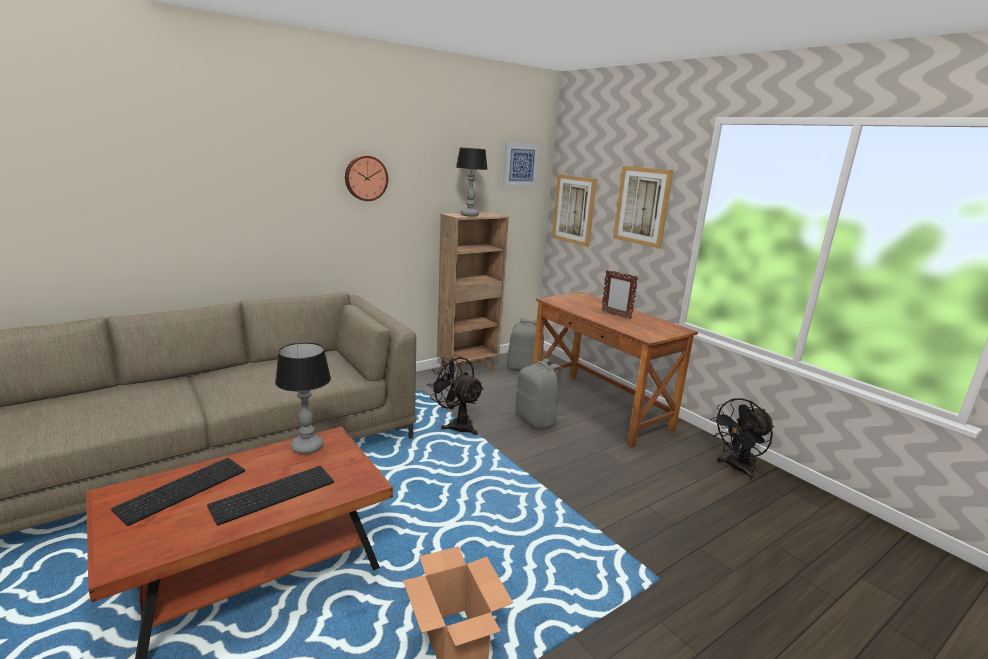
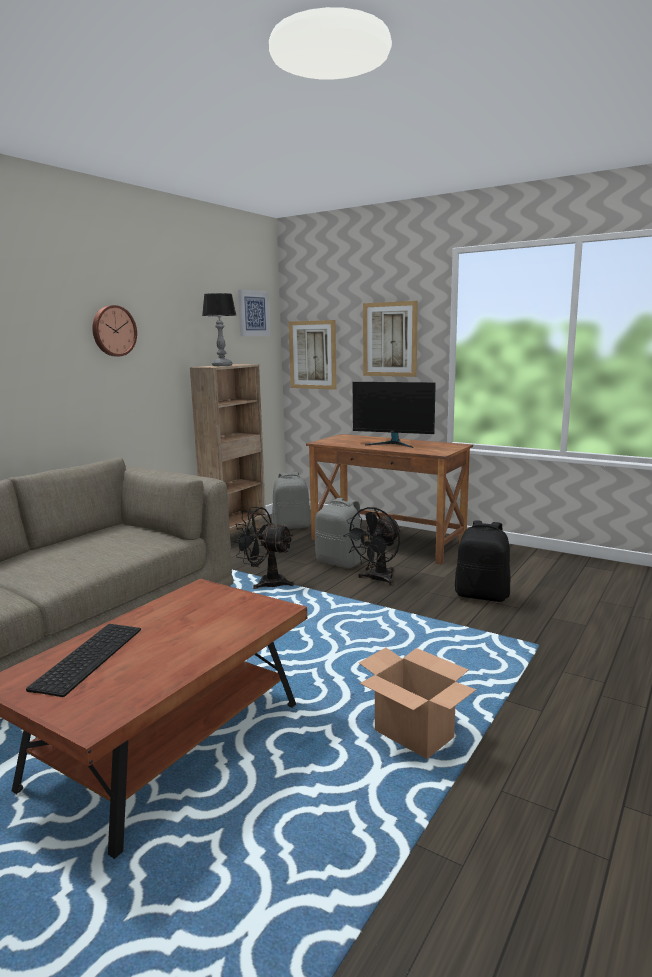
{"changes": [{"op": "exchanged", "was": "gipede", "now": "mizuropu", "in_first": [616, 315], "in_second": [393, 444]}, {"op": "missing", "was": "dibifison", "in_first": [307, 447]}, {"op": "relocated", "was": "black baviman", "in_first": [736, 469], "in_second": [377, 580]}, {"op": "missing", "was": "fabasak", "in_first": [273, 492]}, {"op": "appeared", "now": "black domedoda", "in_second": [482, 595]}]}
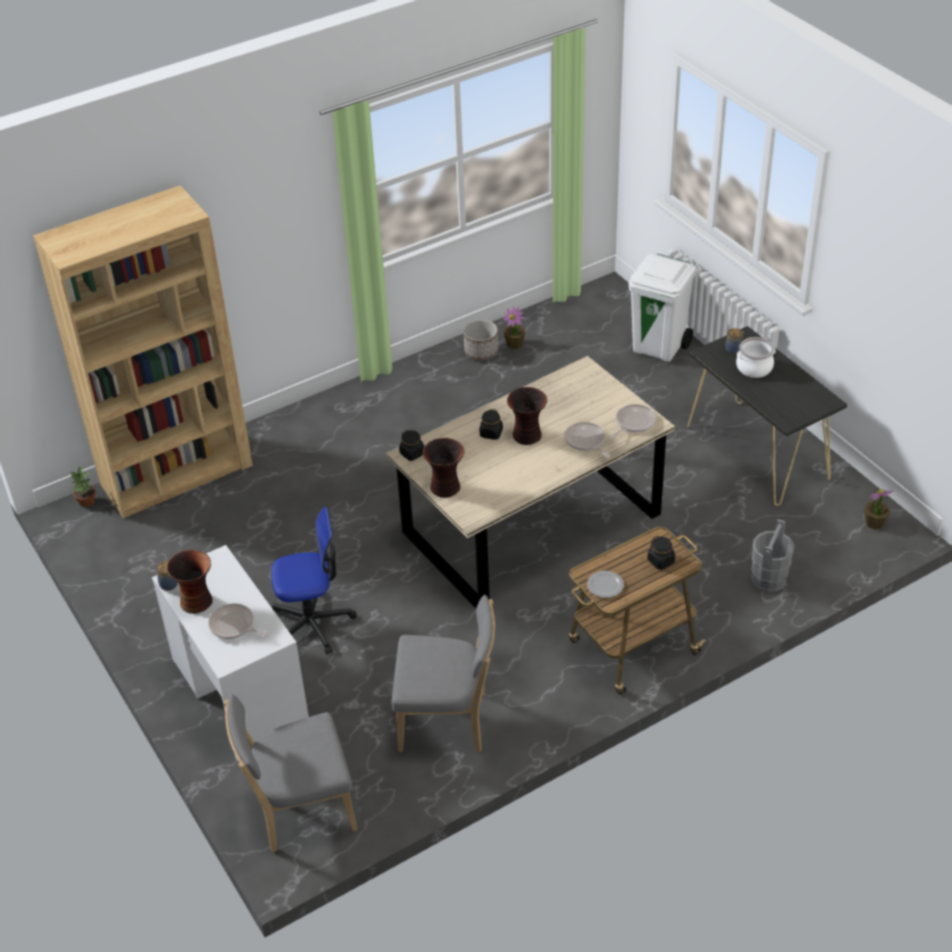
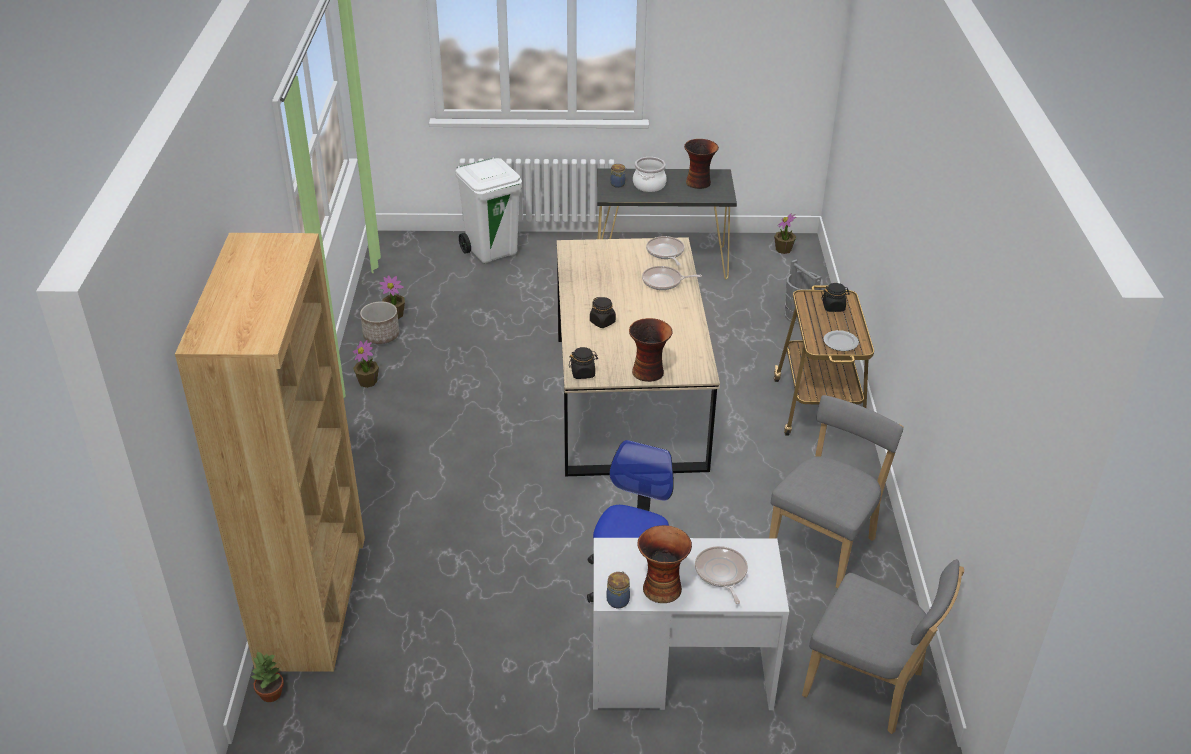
{"changes": [{"op": "relocated", "was": "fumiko", "in_first": [527, 436], "in_second": [699, 183]}, {"op": "spun", "was": "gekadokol", "in_first": [234, 626], "in_second": [721, 573], "clockwise": 105}, {"op": "spun", "was": "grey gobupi", "in_first": [300, 810], "in_second": [868, 687], "clockwise": -75}, {"op": "appeared", "now": "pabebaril", "in_second": [368, 382]}]}
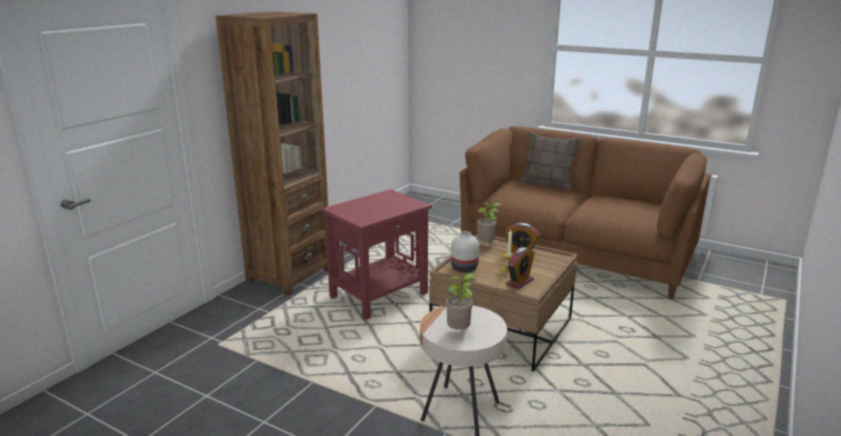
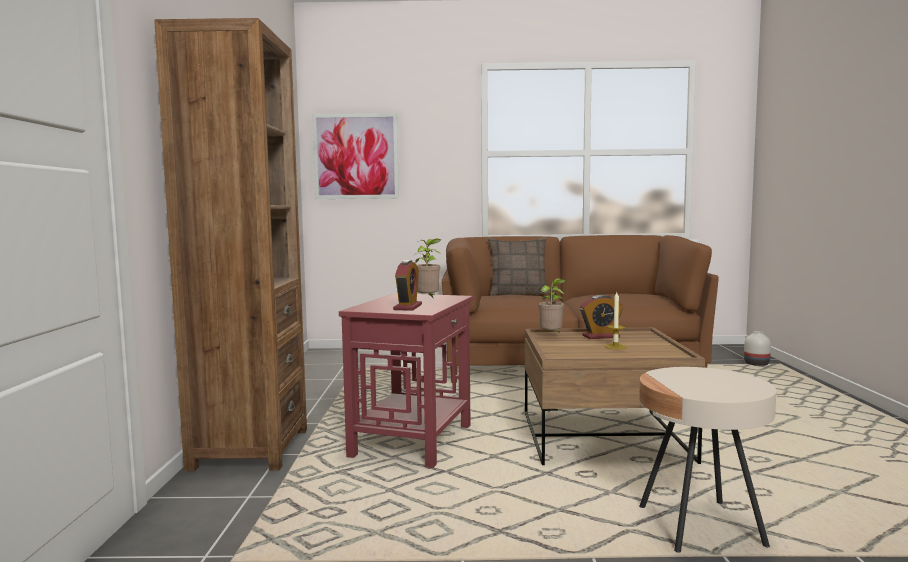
{"changes": [{"op": "relocated", "was": "white fumiko", "in_first": [464, 268], "in_second": [757, 364]}, {"op": "relocated", "was": "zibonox", "in_first": [519, 282], "in_second": [408, 307]}, {"op": "relocated", "was": "pabebaril", "in_first": [460, 331], "in_second": [428, 300]}, {"op": "appeared", "now": "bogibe", "in_second": [356, 156]}]}
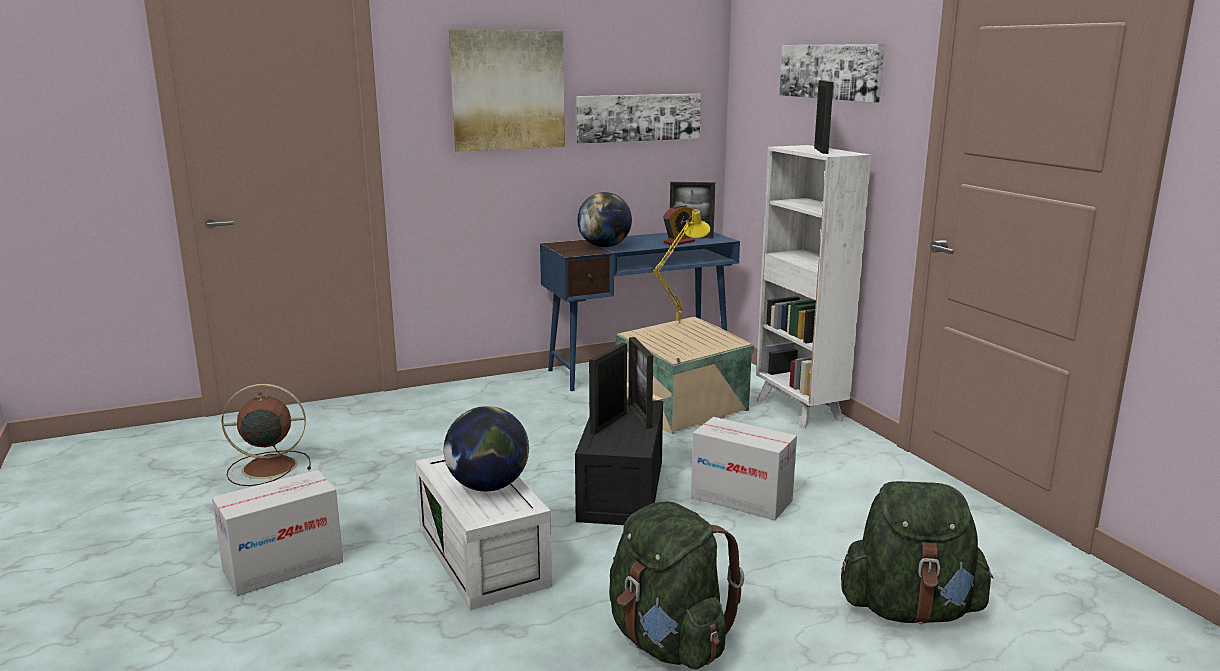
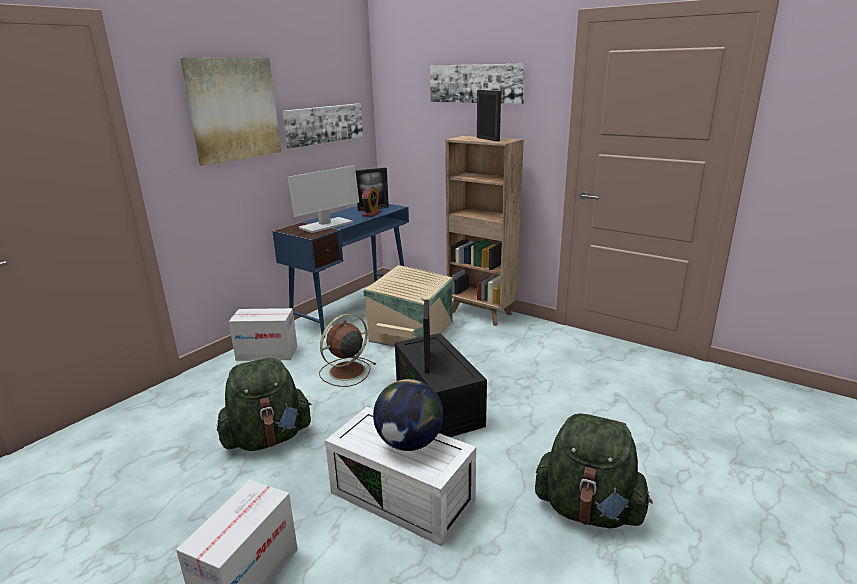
{"changes": [{"op": "colour", "was": "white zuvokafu", "now": "brown zuvokafu", "in_first": [799, 411], "in_second": [481, 314]}, {"op": "exchanged", "was": "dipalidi", "now": "mizuropu", "in_first": [604, 246], "in_second": [326, 225]}, {"op": "missing", "was": "yellow dibifison", "in_first": [677, 322]}, {"op": "missing", "was": "gipede", "in_first": [639, 417]}, {"op": "relocated", "was": "brown baviman", "in_first": [267, 467], "in_second": [345, 371]}, {"op": "relocated", "was": "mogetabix", "in_first": [741, 499], "in_second": [267, 353]}, {"op": "relocated", "was": "green domedoda", "in_first": [910, 610], "in_second": [268, 438]}]}
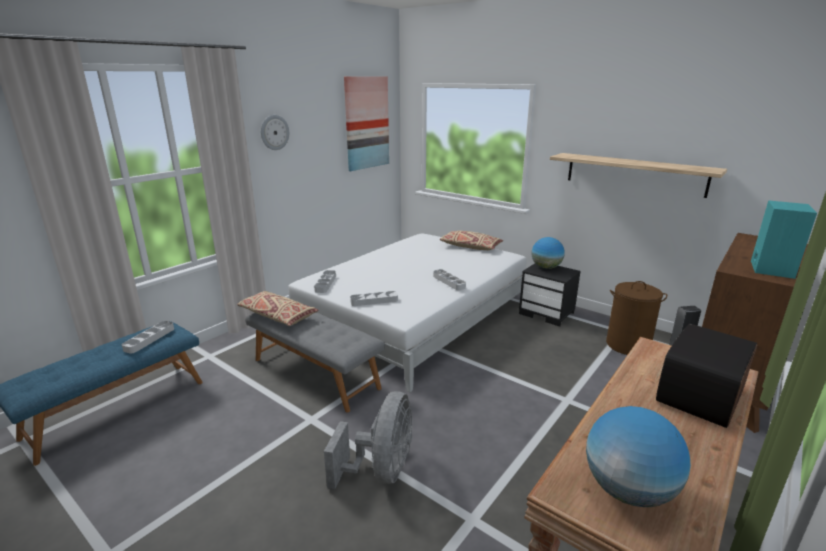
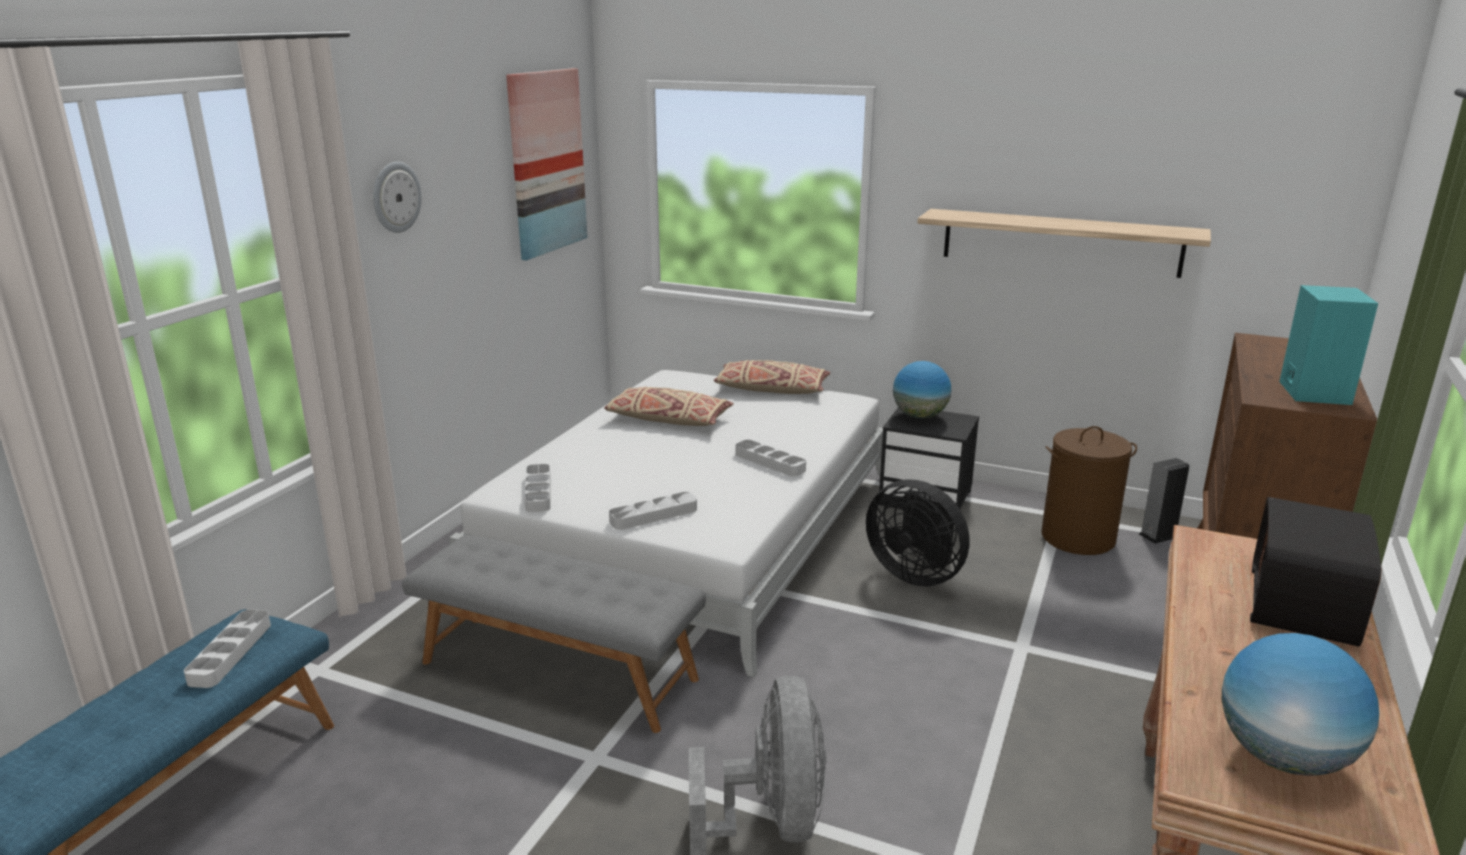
{"changes": [{"op": "relocated", "was": "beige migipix", "in_first": [277, 316], "in_second": [668, 419]}, {"op": "appeared", "now": "black baviman", "in_second": [916, 573]}]}
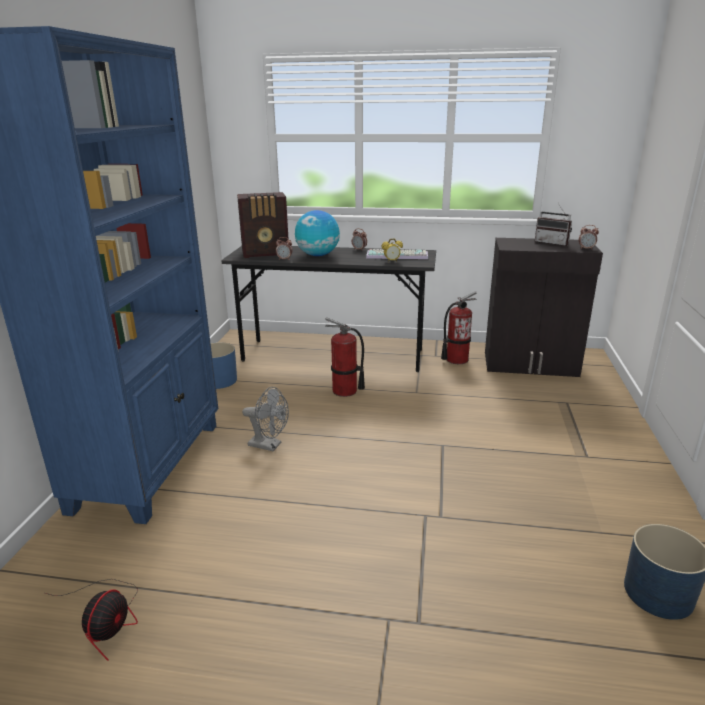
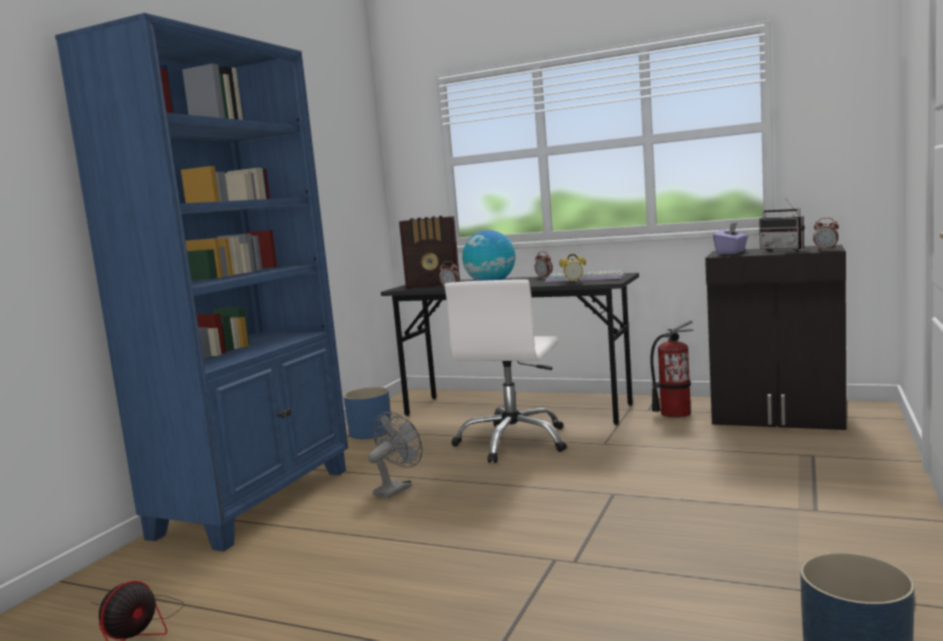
{"changes": [{"op": "exchanged", "was": "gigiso", "now": "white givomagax", "in_first": [345, 391], "in_second": [513, 442]}, {"op": "spun", "was": "grey baviman", "in_first": [269, 445], "in_second": [396, 489], "clockwise": -90}, {"op": "appeared", "now": "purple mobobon", "in_second": [731, 252]}]}
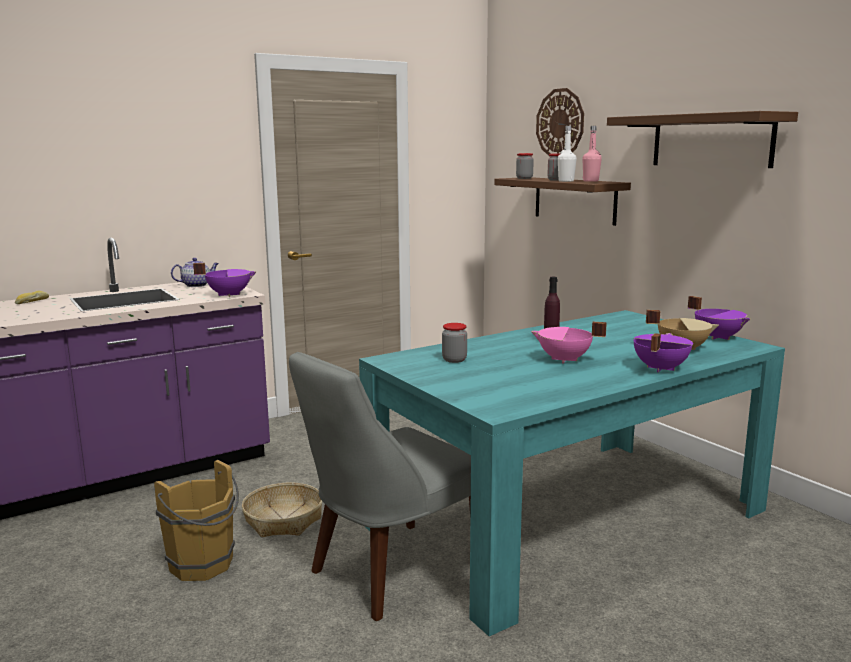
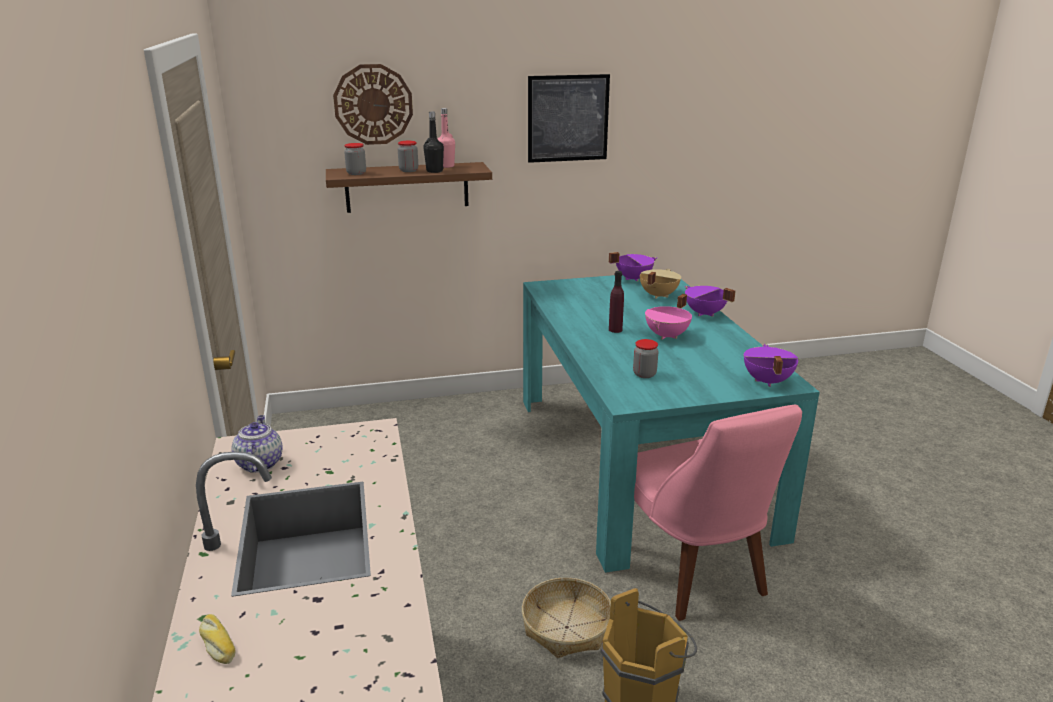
{"changes": [{"op": "exchanged", "was": "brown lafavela", "now": "bogibe", "in_first": [711, 141], "in_second": [568, 118]}, {"op": "colour", "was": "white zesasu", "now": "black zesasu", "in_first": [566, 181], "in_second": [434, 171]}, {"op": "relocated", "was": "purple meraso", "in_first": [229, 295], "in_second": [766, 381]}, {"op": "colour", "was": "grey gobupi", "now": "pink gobupi", "in_first": [389, 572], "in_second": [693, 573]}]}
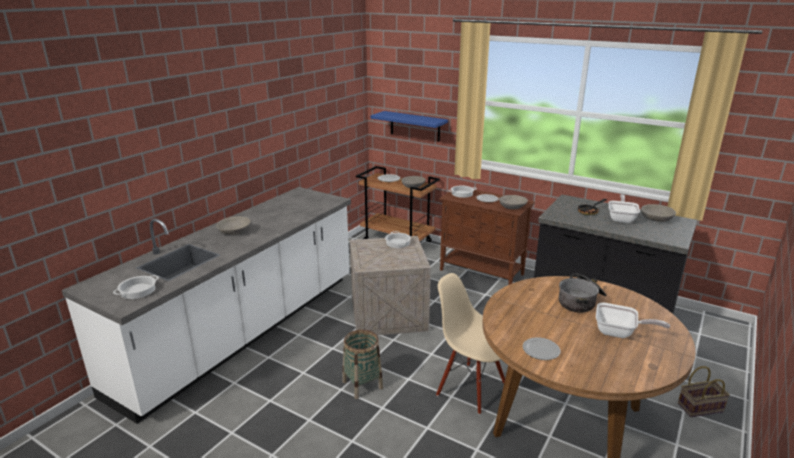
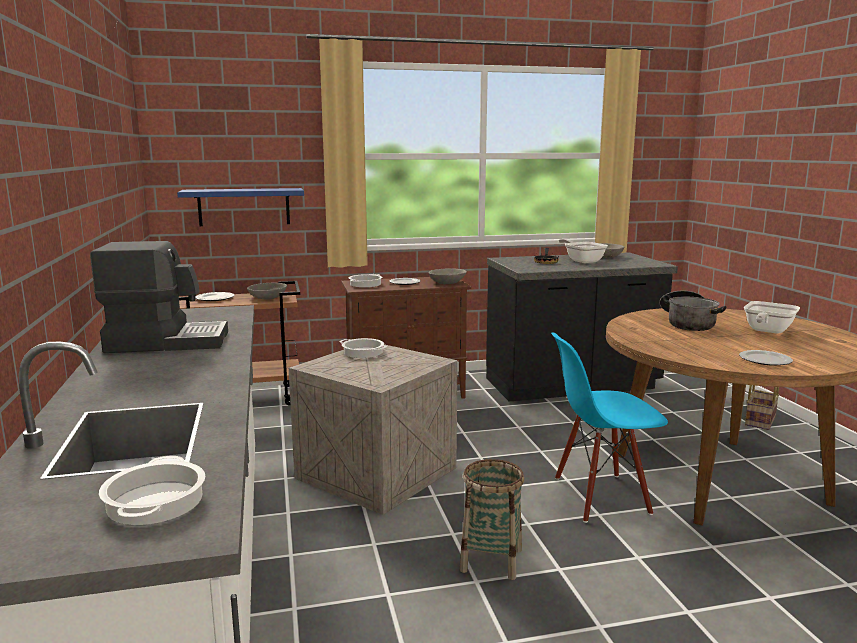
{"changes": [{"op": "missing", "was": "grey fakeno", "in_first": [234, 231]}, {"op": "colour", "was": "beige gobupi", "now": "blue gobupi", "in_first": [471, 388], "in_second": [600, 496]}, {"op": "spun", "was": "gekadokol", "in_first": [619, 333], "in_second": [766, 331], "clockwise": 150}, {"op": "appeared", "now": "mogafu", "in_second": [167, 341]}]}
